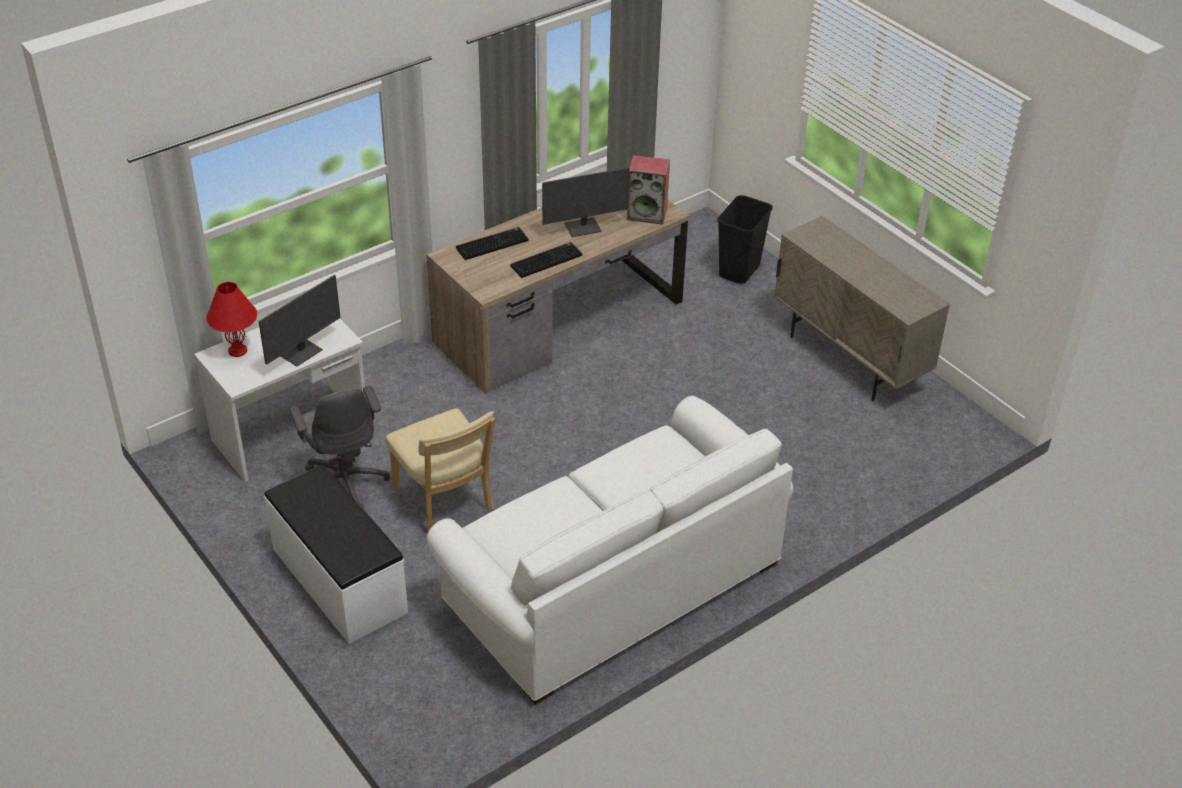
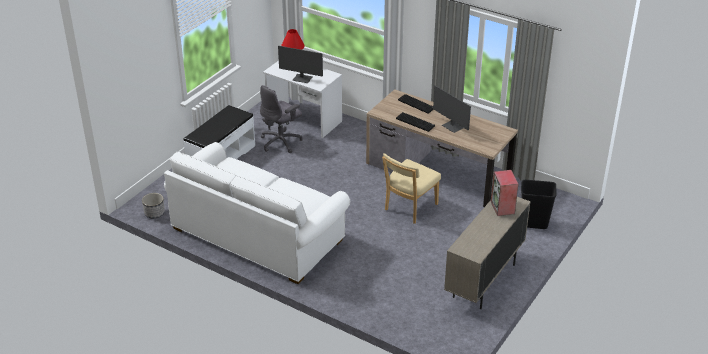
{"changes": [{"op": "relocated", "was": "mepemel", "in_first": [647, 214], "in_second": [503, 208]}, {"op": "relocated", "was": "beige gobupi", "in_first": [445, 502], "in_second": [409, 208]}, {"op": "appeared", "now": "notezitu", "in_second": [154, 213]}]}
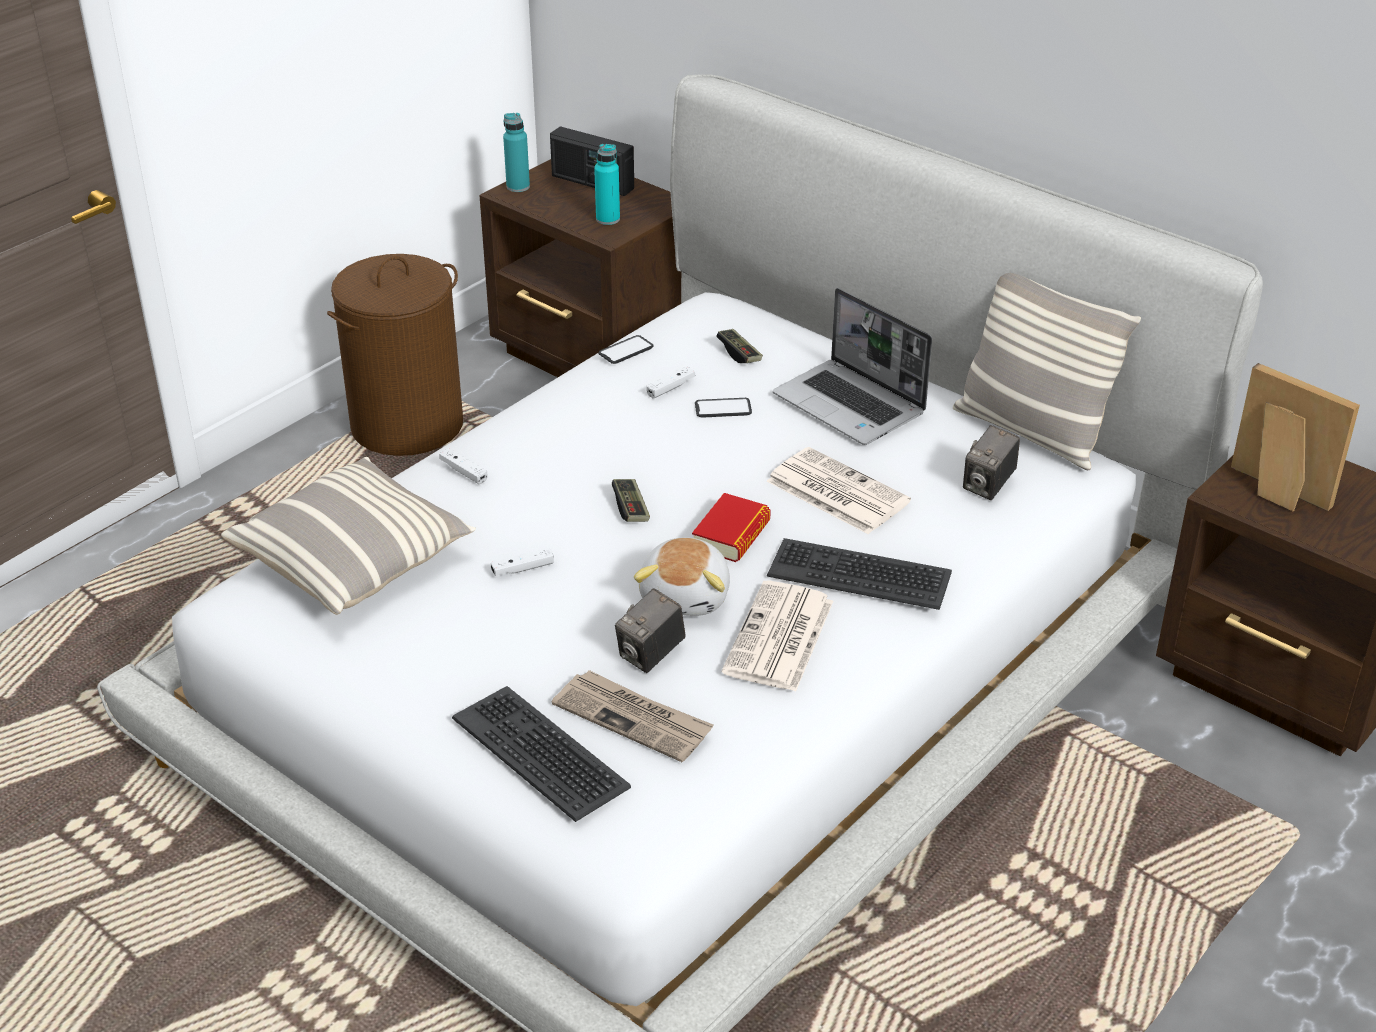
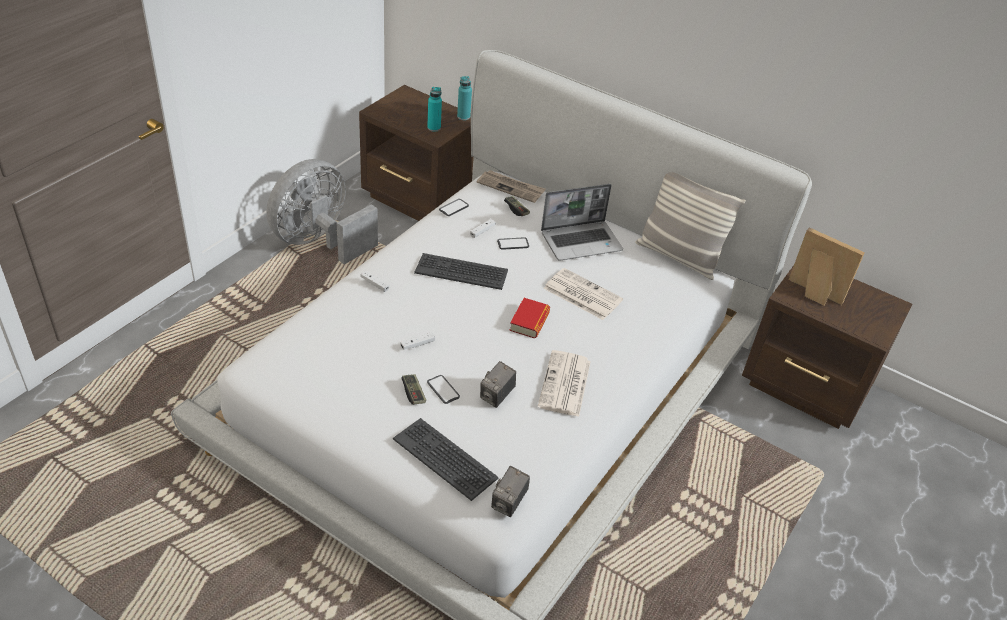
{"changes": [{"op": "relocated", "was": "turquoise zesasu", "in_first": [518, 187], "in_second": [463, 117]}, {"op": "missing", "was": "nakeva", "in_first": [592, 182]}, {"op": "exchanged", "was": "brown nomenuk", "now": "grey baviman", "in_first": [406, 426], "in_second": [319, 242]}, {"op": "spun", "was": "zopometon", "in_first": [851, 405], "in_second": [581, 241], "clockwise": -60}, {"op": "relocated", "was": "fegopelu", "in_first": [988, 486], "in_second": [509, 503]}, {"op": "missing", "was": "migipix", "in_first": [353, 559]}, {"op": "relocated", "was": "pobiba", "in_first": [630, 508], "in_second": [413, 393]}, {"op": "missing", "was": "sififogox", "in_first": [687, 596]}, {"op": "relocated", "was": "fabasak", "in_first": [859, 574], "in_second": [461, 271]}, {"op": "relocated", "was": "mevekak", "in_first": [634, 718], "in_second": [511, 187]}, {"op": "appeared", "now": "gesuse", "in_second": [443, 389]}]}
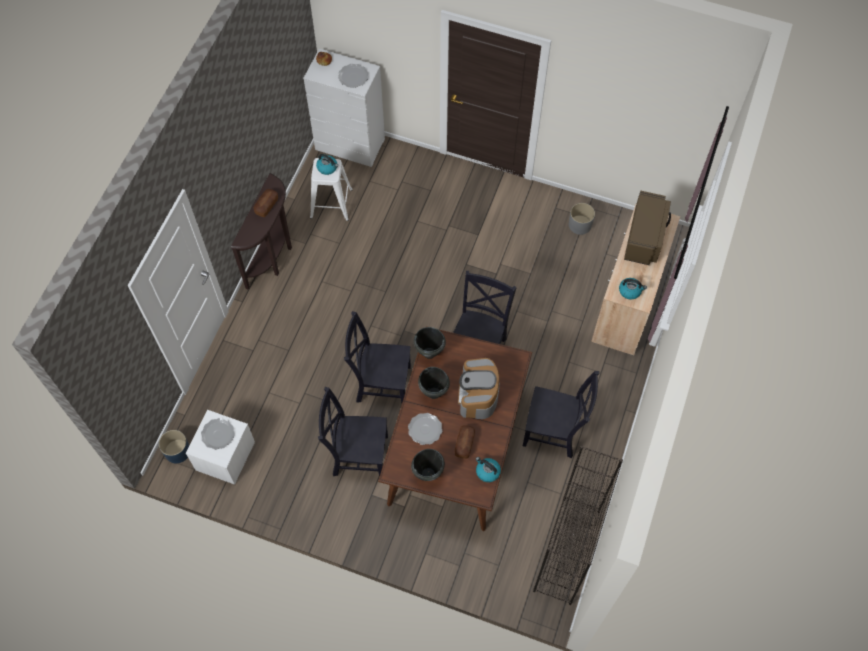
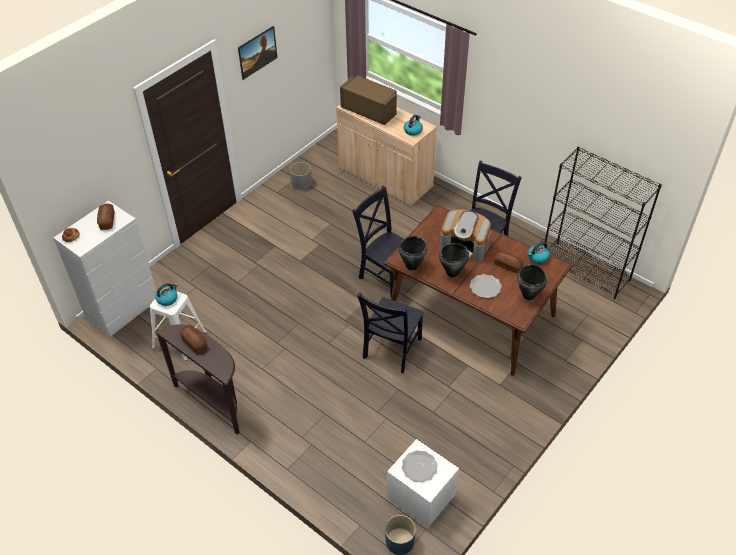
{"changes": [{"op": "exchanged", "was": "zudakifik", "now": "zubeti", "in_first": [353, 77], "in_second": [107, 220]}, {"op": "missing", "was": "black gobupi", "in_first": [357, 454]}, {"op": "appeared", "now": "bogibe", "in_second": [258, 60]}]}
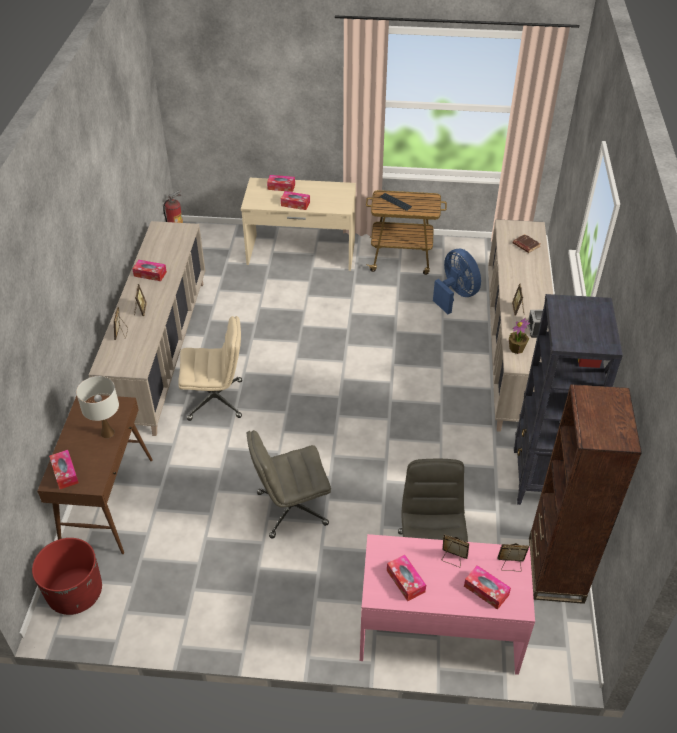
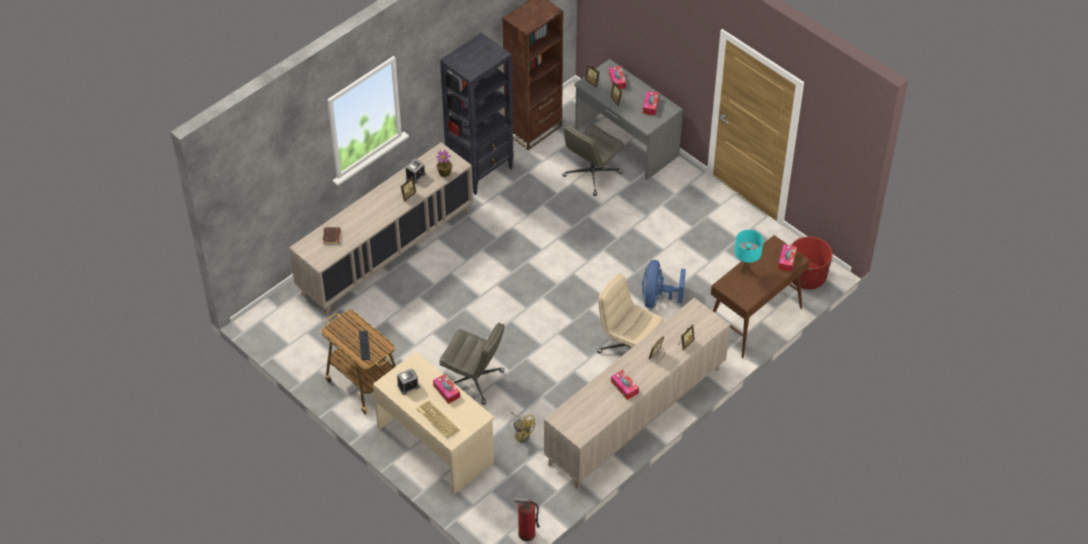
{"changes": [{"op": "exchanged", "was": "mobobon", "now": "fabasak", "in_first": [281, 187], "in_second": [437, 420]}, {"op": "relocated", "was": "blue baviman", "in_first": [455, 295], "in_second": [657, 298]}, {"op": "colour", "was": "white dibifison", "now": "turquoise dibifison", "in_first": [107, 433], "in_second": [745, 271]}, {"op": "relocated", "was": "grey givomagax", "in_first": [291, 509], "in_second": [474, 380]}, {"op": "colour", "was": "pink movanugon", "now": "grey movanugon", "in_first": [439, 631], "in_second": [626, 143]}, {"op": "appeared", "now": "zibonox", "in_second": [408, 386]}, {"op": "appeared", "now": "yellow baviman", "in_second": [522, 433]}]}
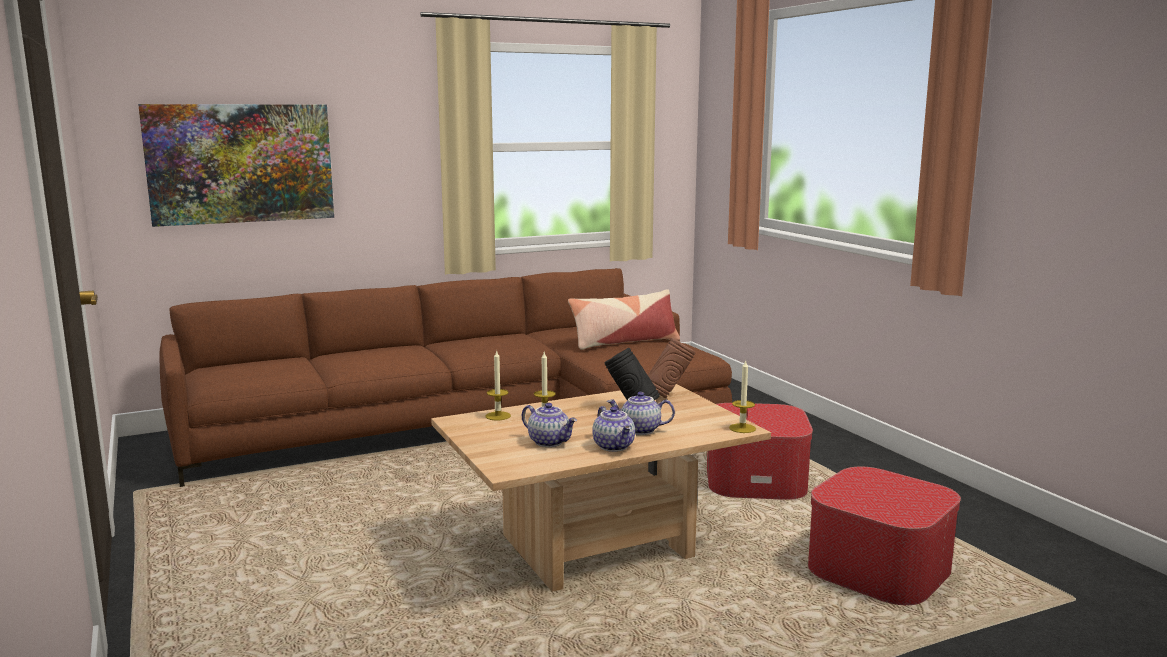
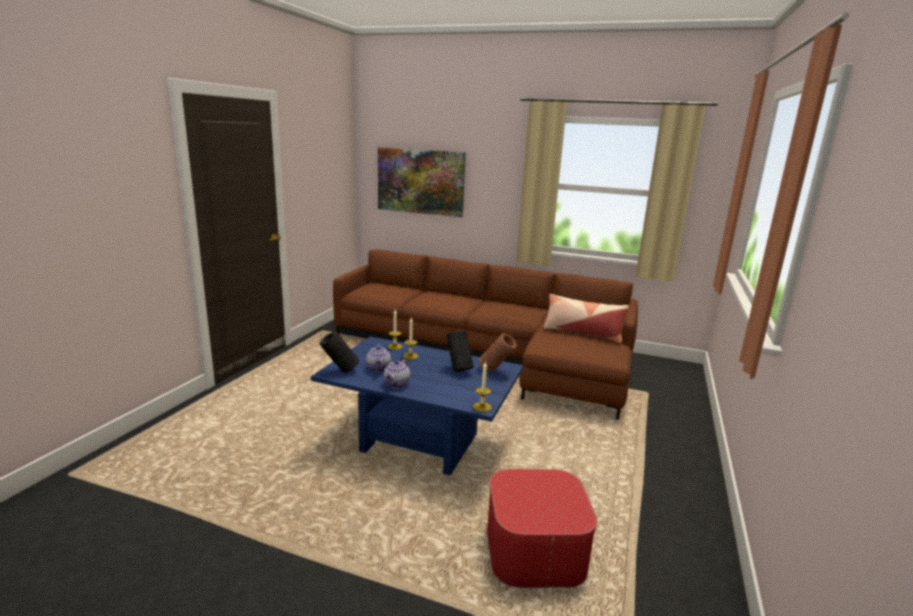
{"changes": [{"op": "colour", "was": "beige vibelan", "now": "blue vibelan", "in_first": [596, 547], "in_second": [420, 443]}, {"op": "missing", "was": "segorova", "in_first": [639, 430]}, {"op": "missing", "was": "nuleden", "in_first": [755, 479]}, {"op": "appeared", "now": "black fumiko", "in_second": [340, 371]}]}
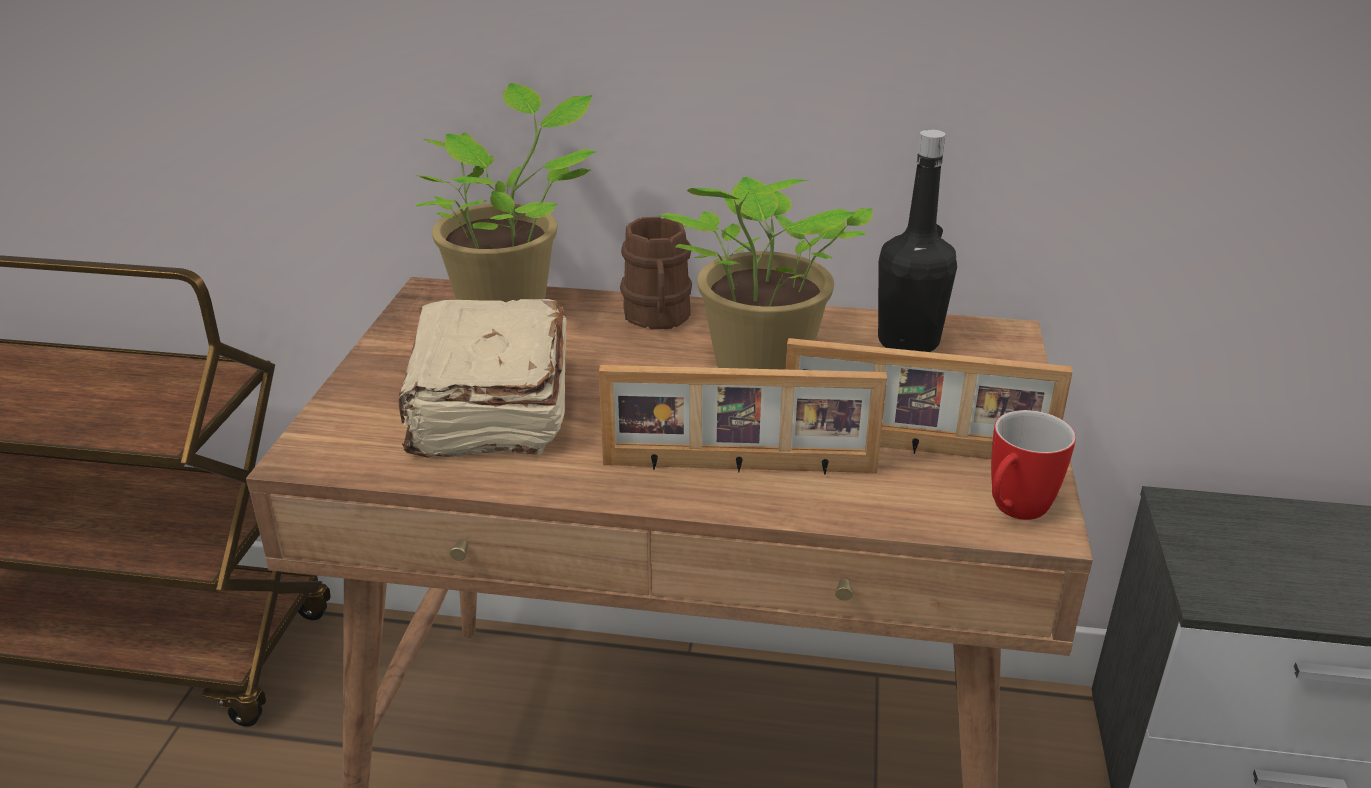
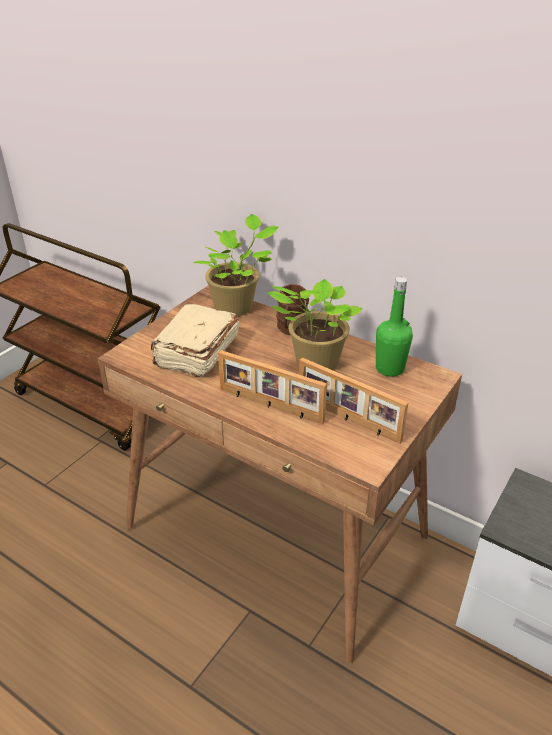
{"changes": [{"op": "colour", "was": "black zesasu", "now": "green zesasu", "in_first": [908, 342], "in_second": [389, 368]}, {"op": "missing", "was": "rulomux", "in_first": [1013, 512]}]}
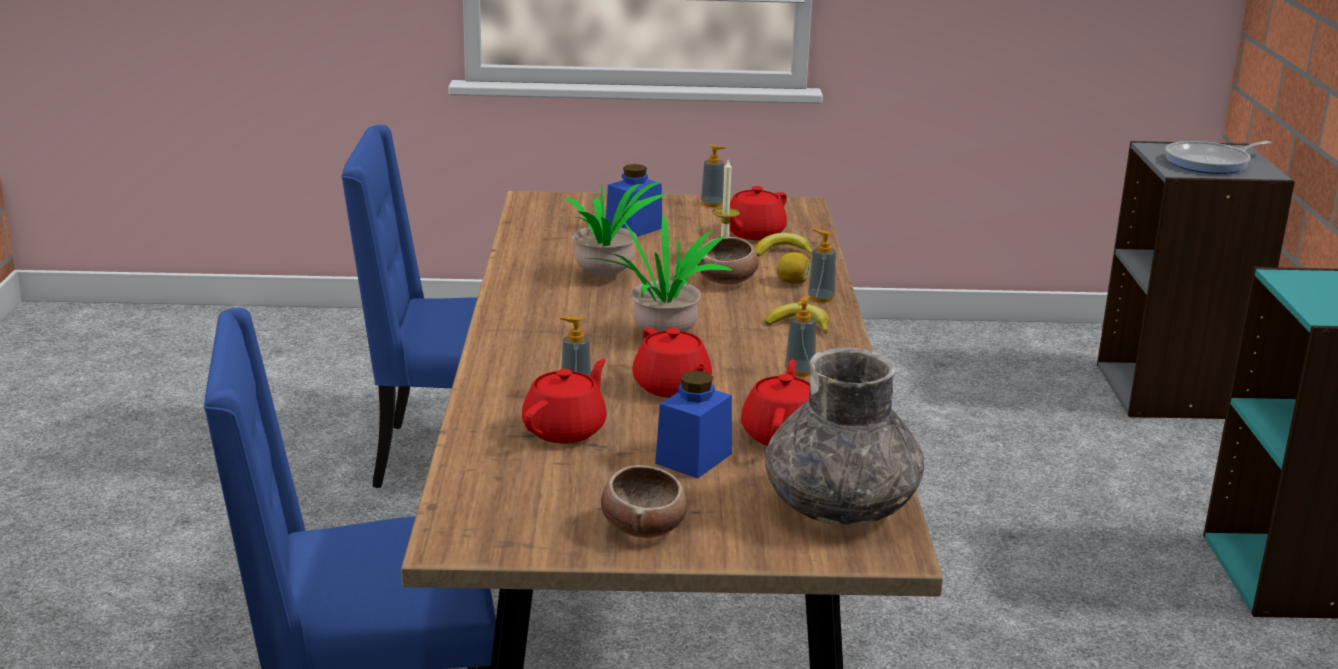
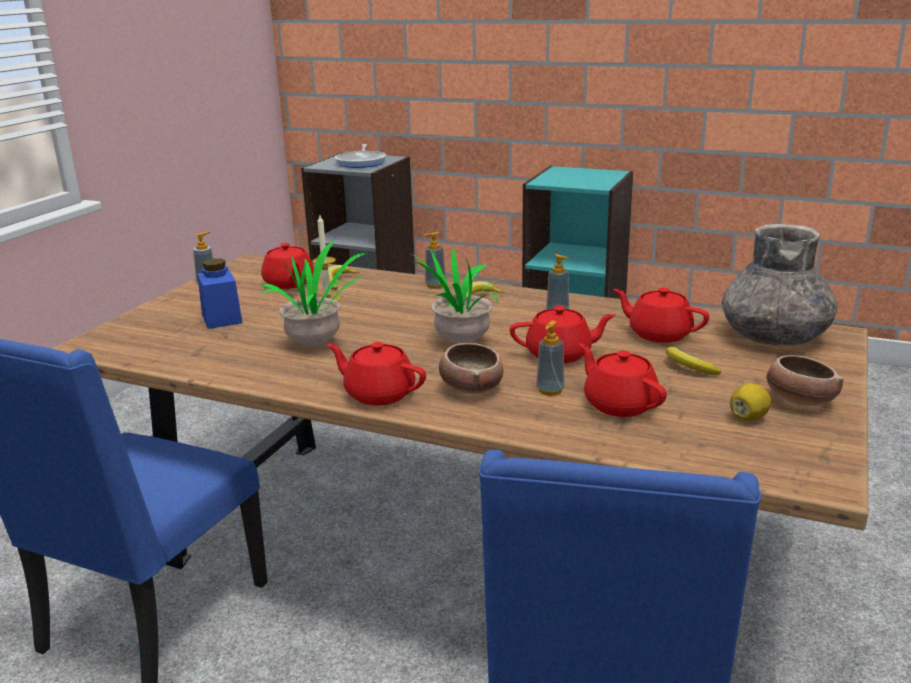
{"changes": [{"op": "relocated", "was": "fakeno", "in_first": [727, 280], "in_second": [471, 388]}, {"op": "relocated", "was": "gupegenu", "in_first": [793, 282], "in_second": [748, 417]}, {"op": "exchanged", "was": "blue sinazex", "now": "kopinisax", "in_first": [693, 458], "in_second": [688, 367]}, {"op": "appeared", "now": "red segorova", "in_second": [378, 394]}]}
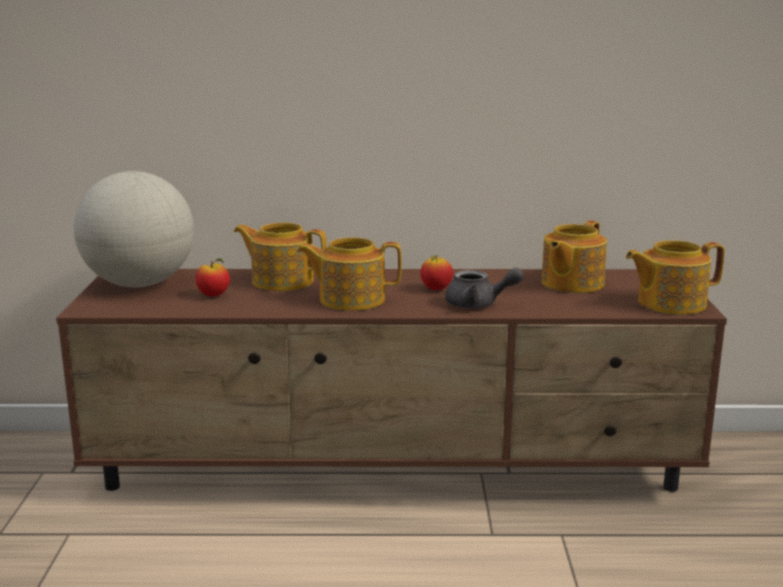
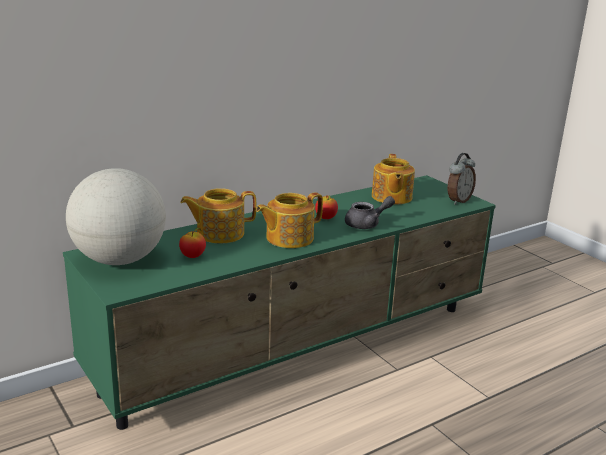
{"changes": [{"op": "exchanged", "was": "segorova", "now": "zibonox", "in_first": [669, 303], "in_second": [458, 201]}, {"op": "colour", "was": "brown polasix", "now": "green polasix", "in_first": [394, 471], "in_second": [299, 348]}]}
